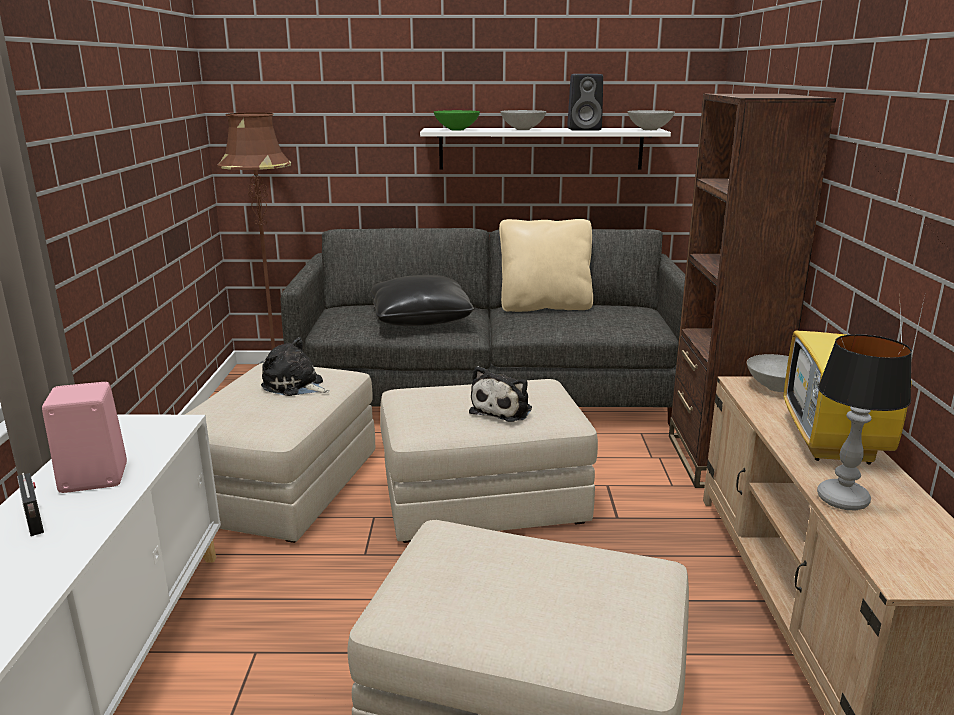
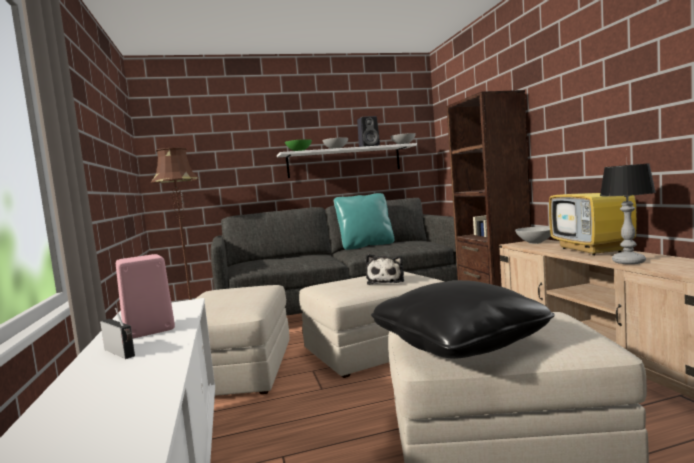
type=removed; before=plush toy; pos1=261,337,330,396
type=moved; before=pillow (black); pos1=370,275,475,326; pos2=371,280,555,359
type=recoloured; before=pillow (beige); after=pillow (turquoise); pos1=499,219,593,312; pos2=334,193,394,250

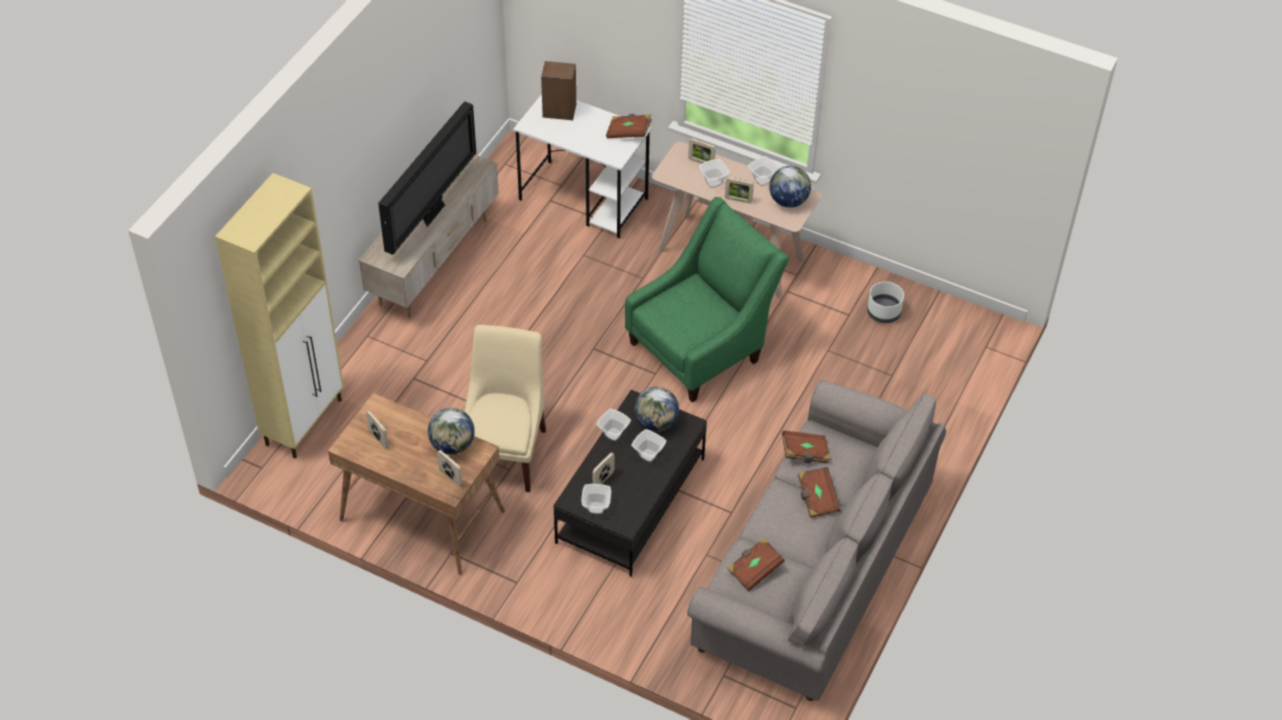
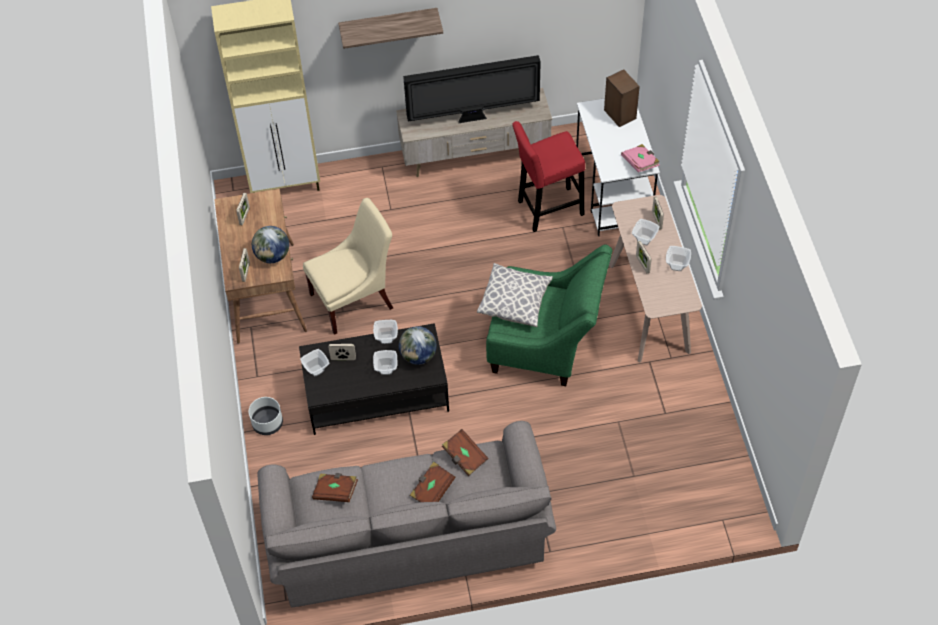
type=removed; before=globe; pos1=769,166,811,208
type=added; after=shelf; pos2=338,8,443,49
type=added; after=pillow; pos2=477,263,553,327
type=added; after=stool (red); pos2=512,121,585,232
type=moved; before=planter (white); pos1=867,282,904,323; pos2=249,397,283,435
type=recoloured; before=book (brown); after=book (pink); pos1=606,114,652,138; pos2=621,144,660,173

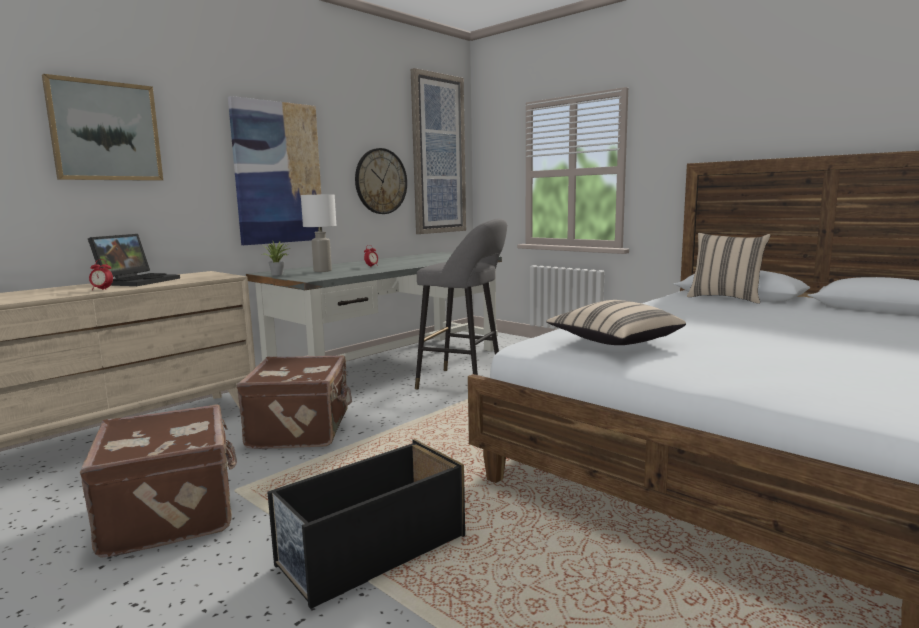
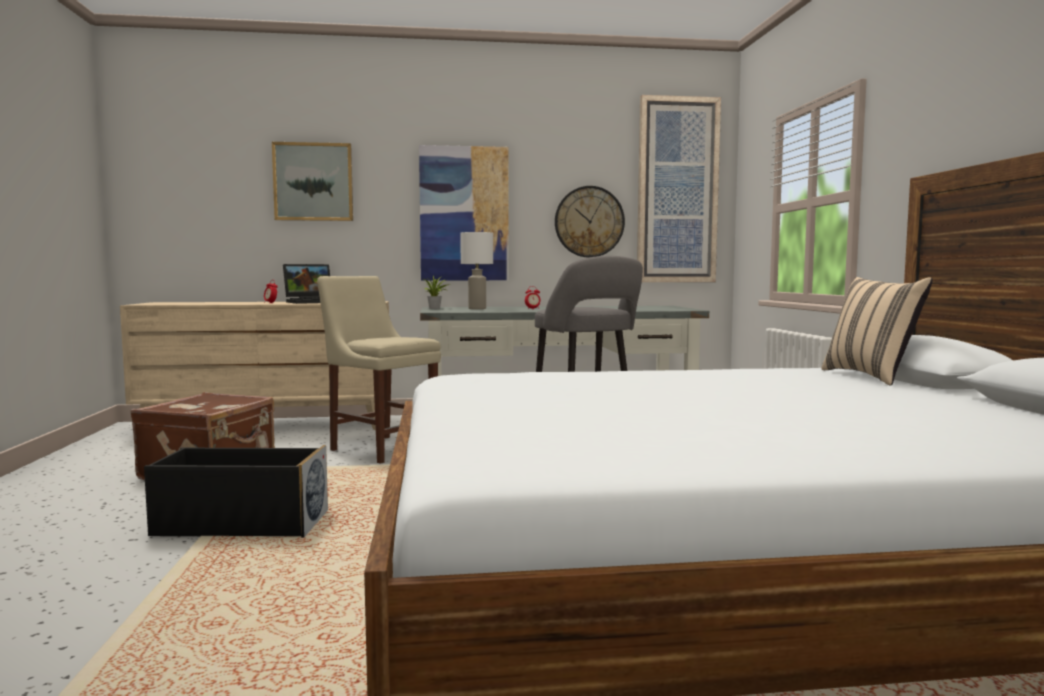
type=removed; before=pillow (beige); pos1=546,300,686,345
type=replaced; before=suitcase (brown); after=chair (beige); pos1=237,355,352,449; pos2=317,276,441,464

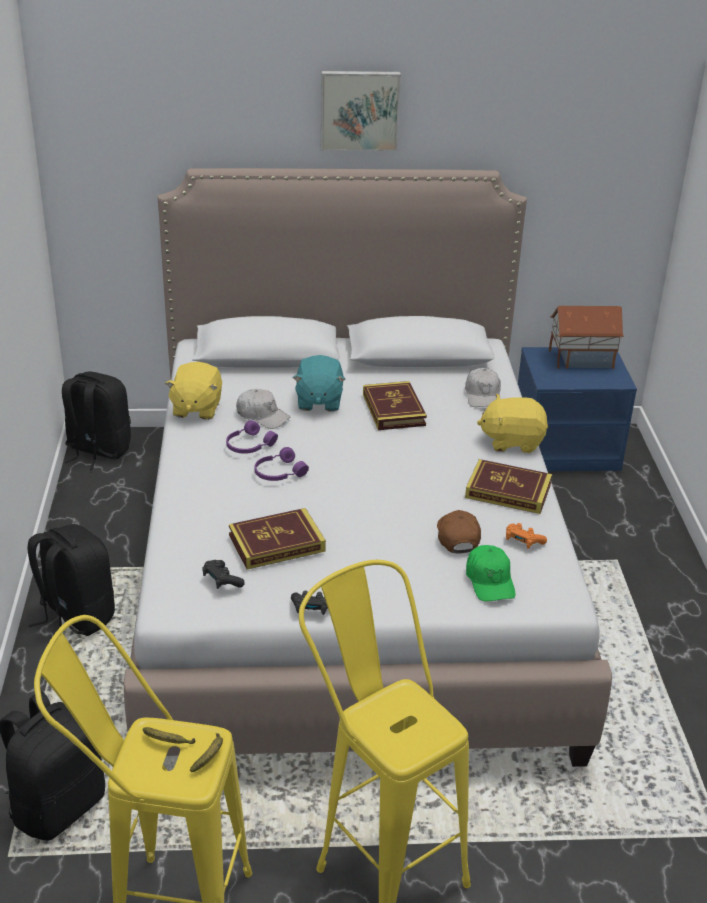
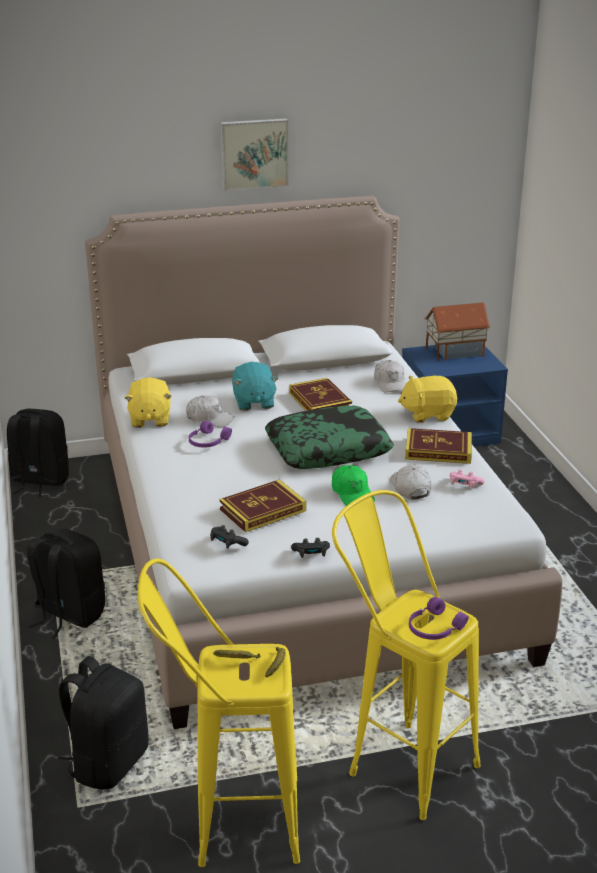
type=added; after=pillow; pos2=265,406,394,469
type=moved; before=headphones (purple); pos1=255,447,309,481; pos2=409,597,469,640
type=moved; before=cap (green); pos1=466,545,516,602; pos2=332,465,375,506
type=recoloured; before=cap (brown); after=cap (white); pos1=437,510,481,553; pos2=390,465,431,500
type=recoloured; before=game controller (orange); after=game controller (pink); pos1=506,523,547,549; pos2=450,469,484,489

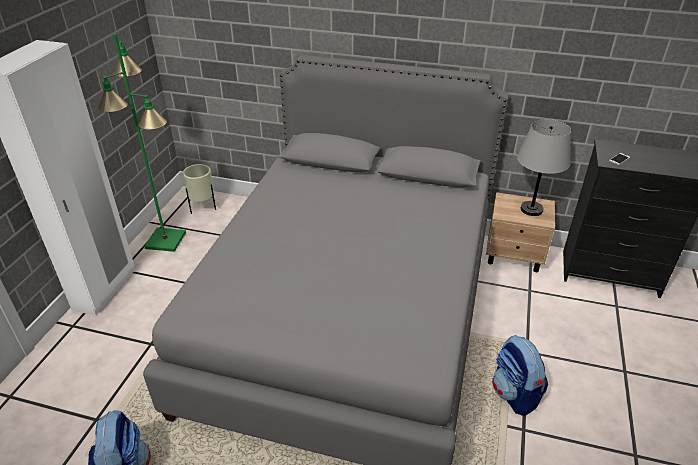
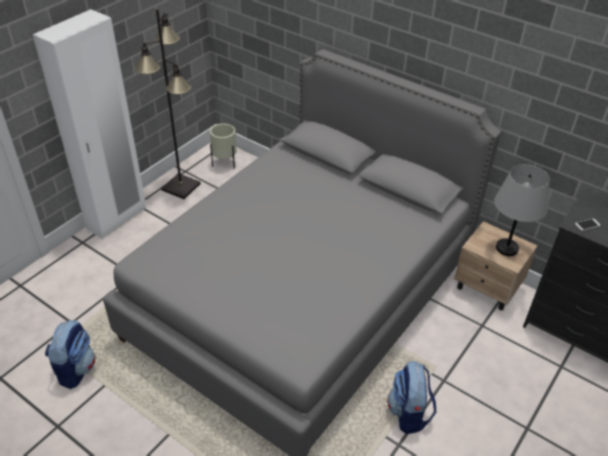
type=recoloured; before=floor lamp (green); after=floor lamp (black); pos1=98,34,186,252; pos2=135,9,201,199

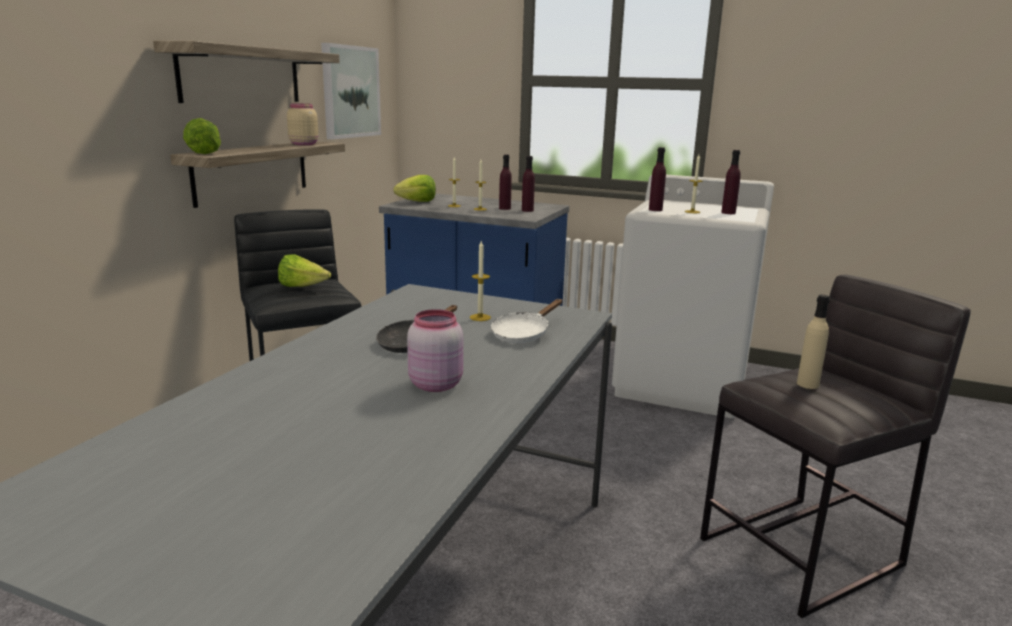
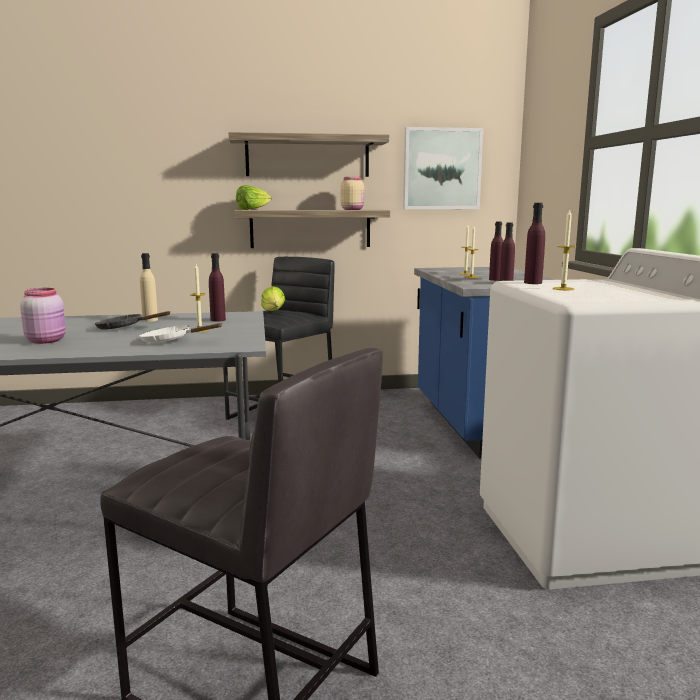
type=removed; before=lettuce; pos1=393,175,436,202
type=moved; before=bottle (purple); pos1=721,150,741,214; pos2=209,253,226,322
type=moved; before=bottle (beige); pos1=797,295,830,389; pos2=140,253,158,322

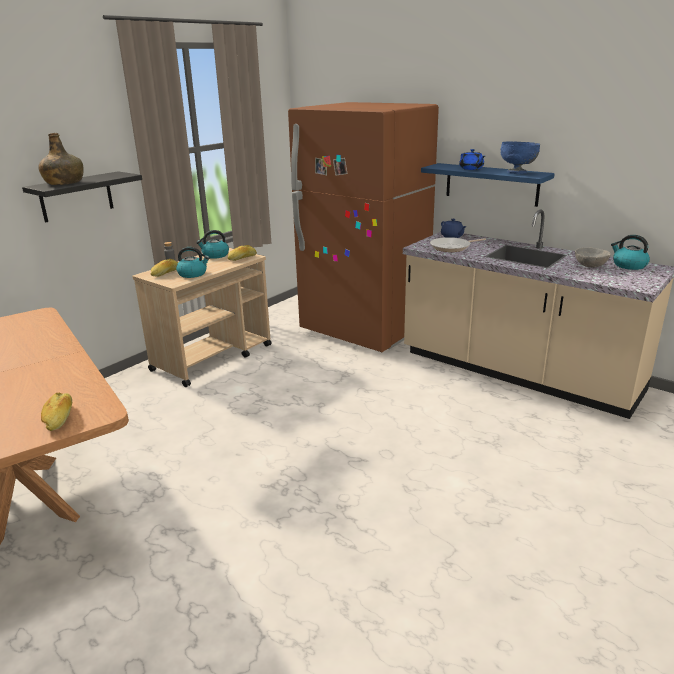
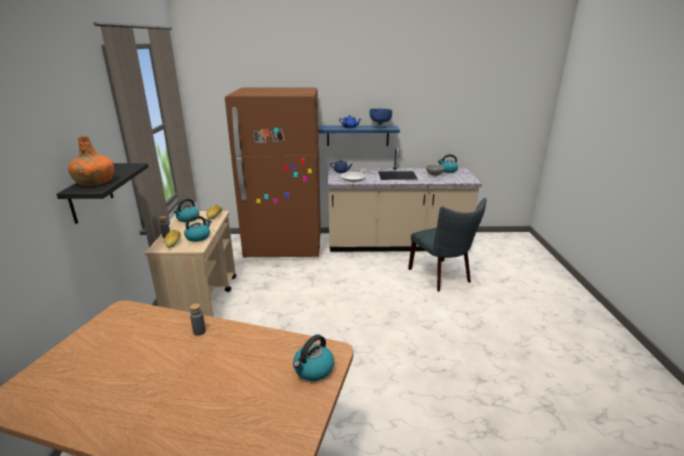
type=added; after=bottle (grey); pos2=190,303,206,336
type=added; after=chair (grey); pos2=408,198,486,292
type=replaced; before=bread; after=kettle; pos1=41,393,72,431; pos2=293,334,334,381
type=recoloured; before=bottle (green); after=bottle (orange); pos1=38,133,84,185; pos2=68,136,114,186

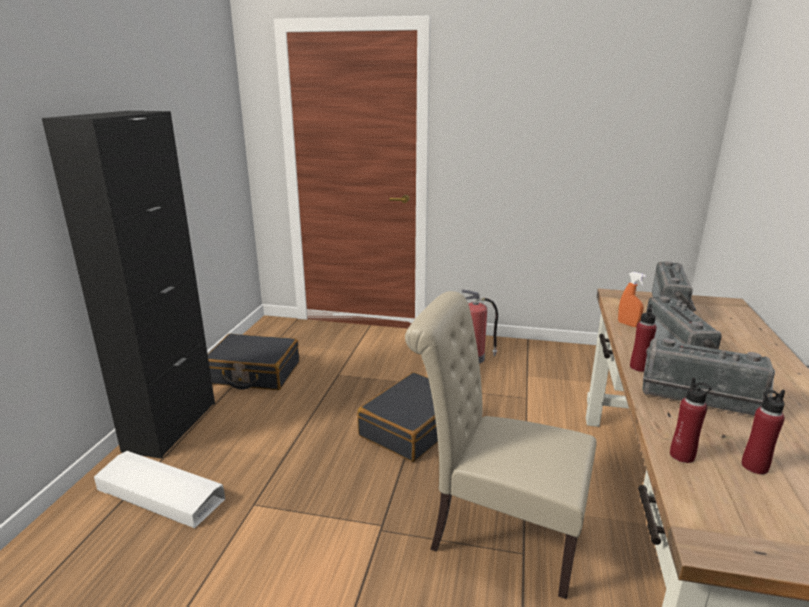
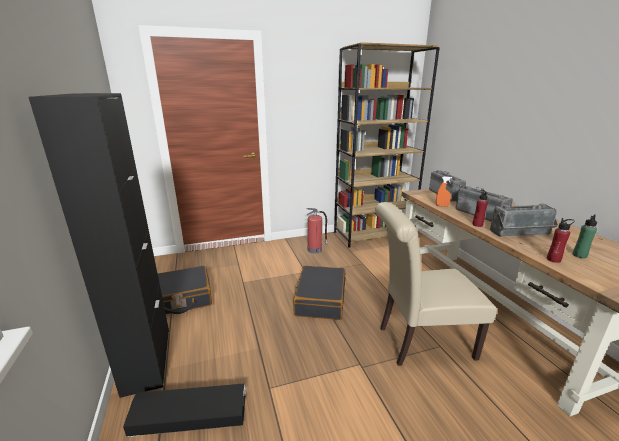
type=added; after=bookcase (brown); pos2=334,42,440,248
type=recoloured; before=storage box (white); after=storage box (black); pos1=94,451,225,528; pos2=123,383,246,437
type=recoloured; before=bottle (red); after=bottle (green); pos1=741,390,785,474; pos2=573,215,597,259

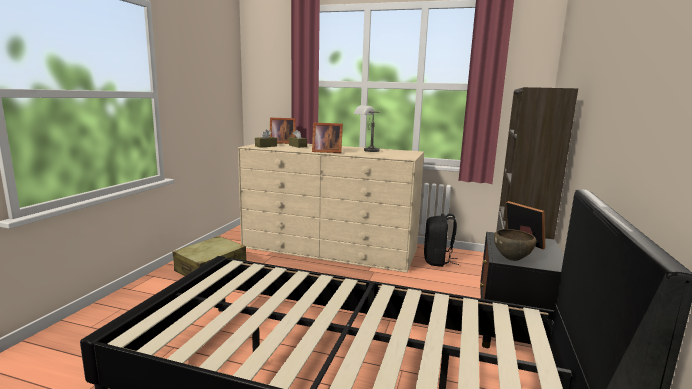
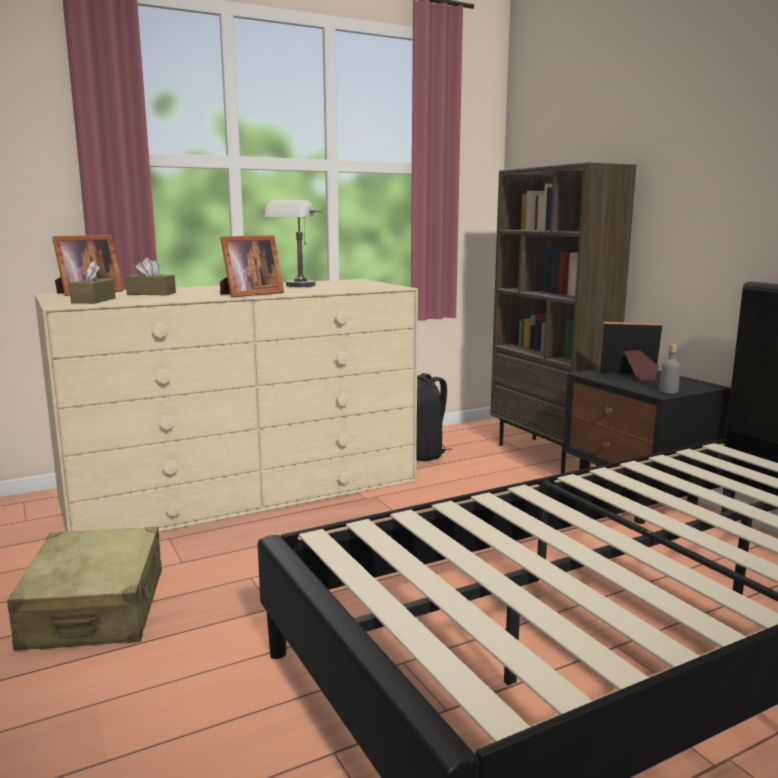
type=replaced; before=bowl (brown); after=bottle (grey); pos1=494,229,537,261; pos2=659,344,681,393

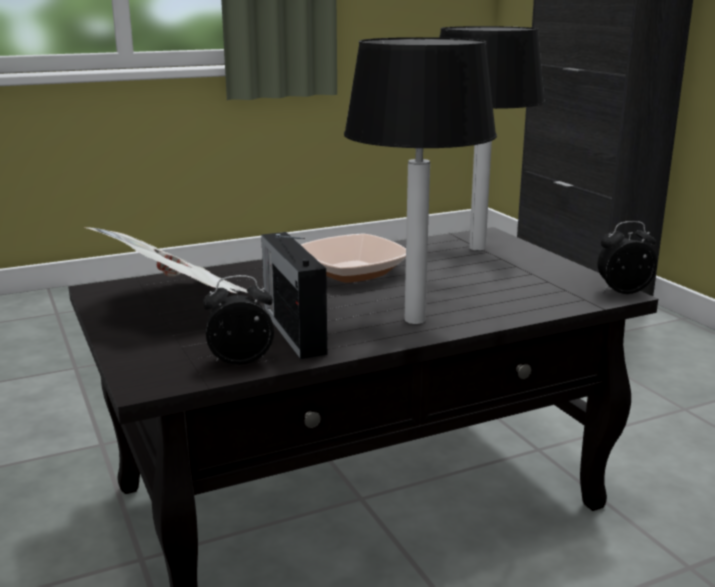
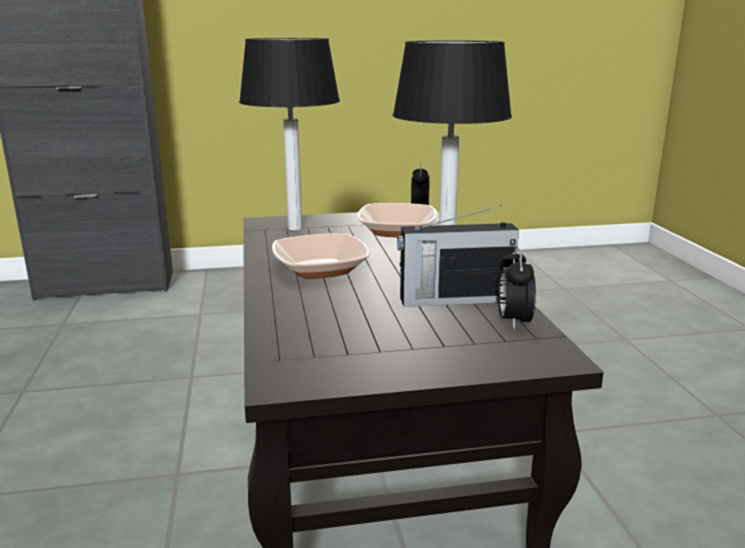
type=removed; before=newspaper; pos1=83,227,248,293
type=added; after=bowl; pos2=358,203,437,238

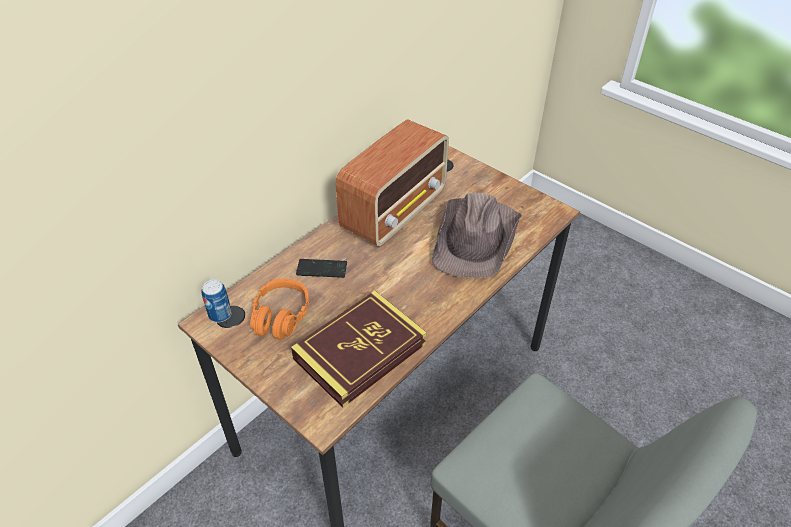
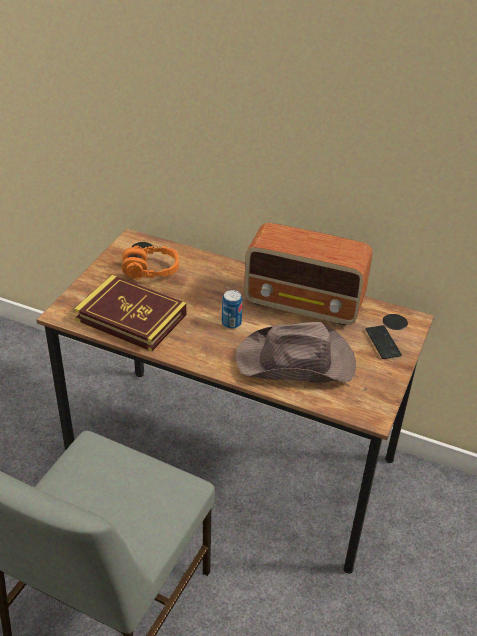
type=moved; before=can; pos1=201,279,232,322; pos2=222,290,243,329
type=moved; before=phone; pos1=296,259,347,278; pos2=366,325,402,359

